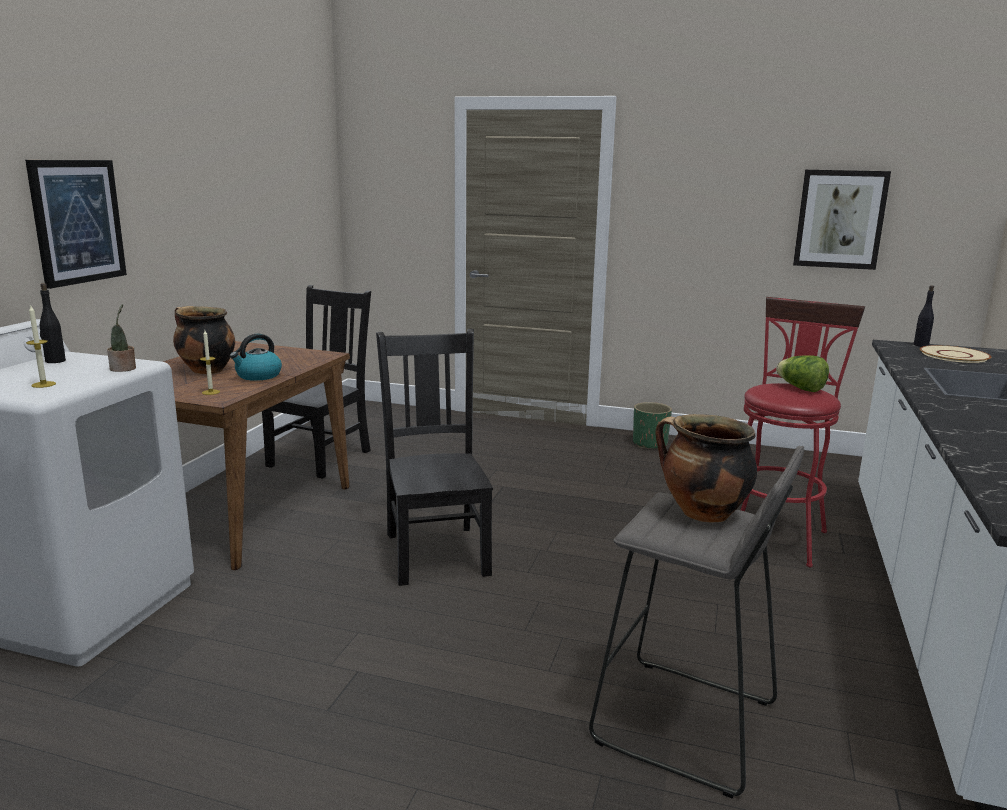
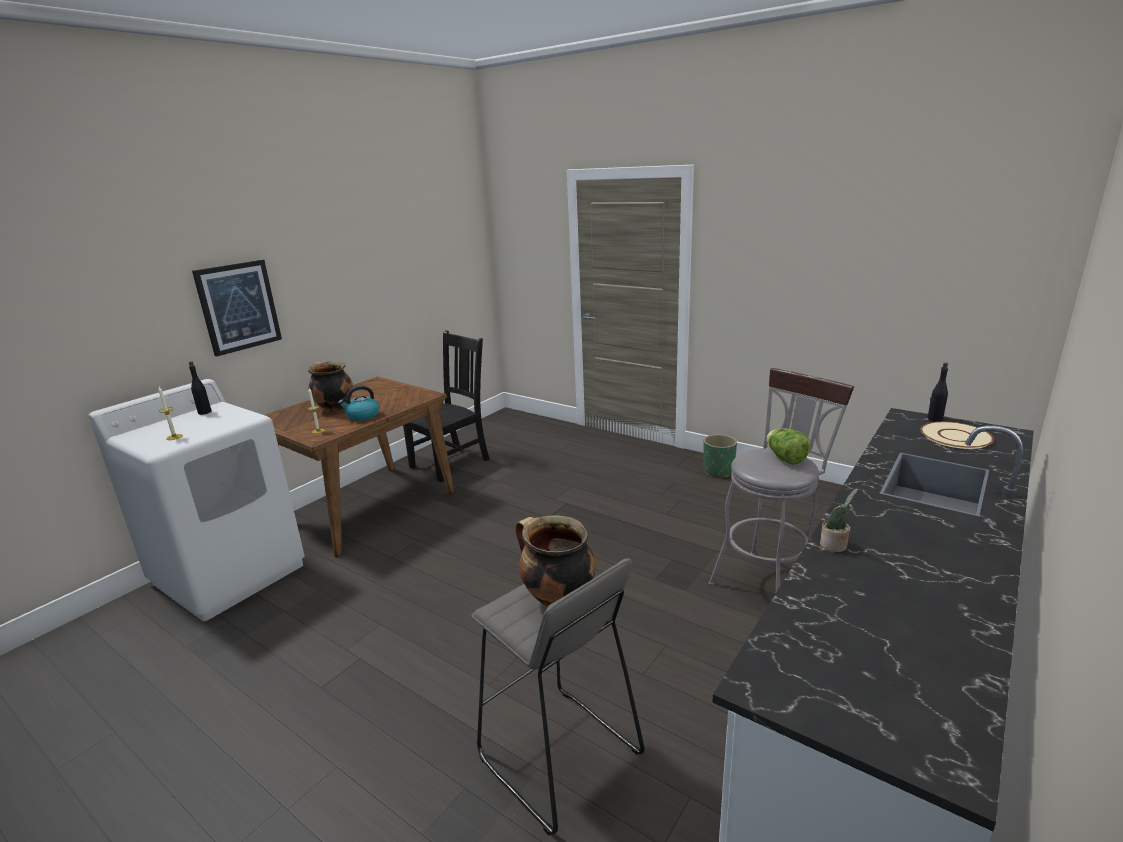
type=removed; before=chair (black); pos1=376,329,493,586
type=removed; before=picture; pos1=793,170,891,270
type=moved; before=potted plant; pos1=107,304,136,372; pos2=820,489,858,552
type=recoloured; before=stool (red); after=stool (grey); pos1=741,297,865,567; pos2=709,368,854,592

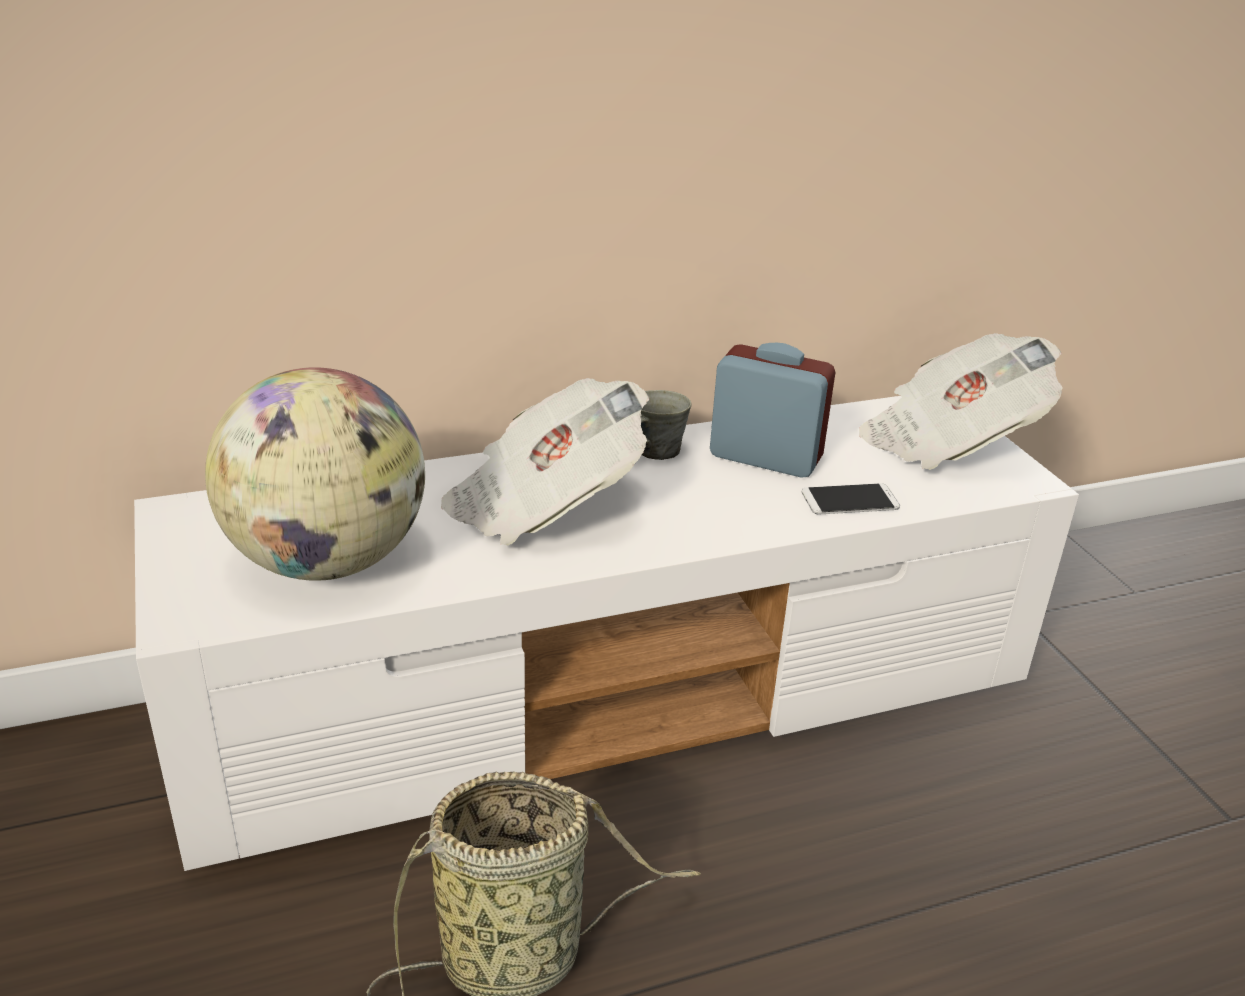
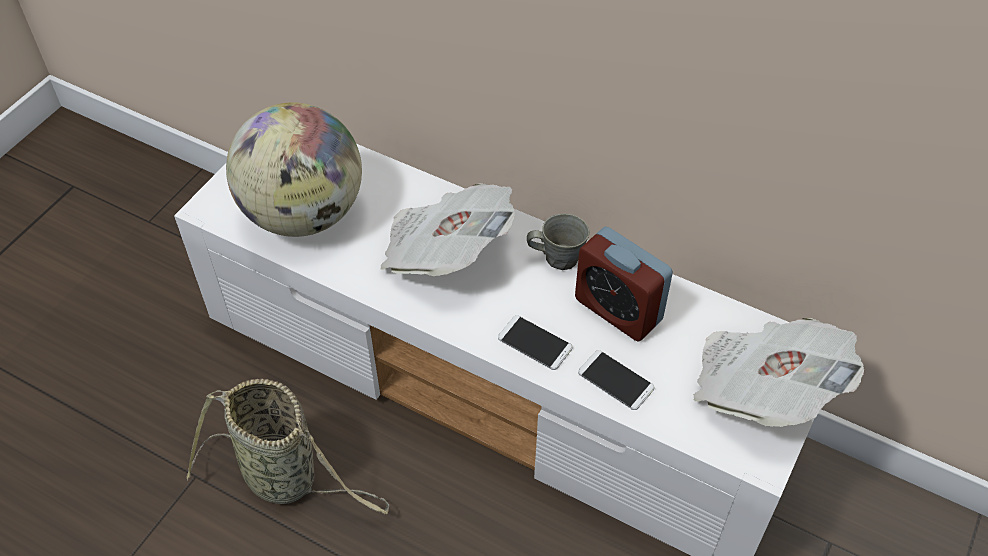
type=added; after=phone; pos2=498,316,572,370
type=turned; before=alarm clock; pos1=710,343,836,478; pos2=575,227,673,342; turn=150

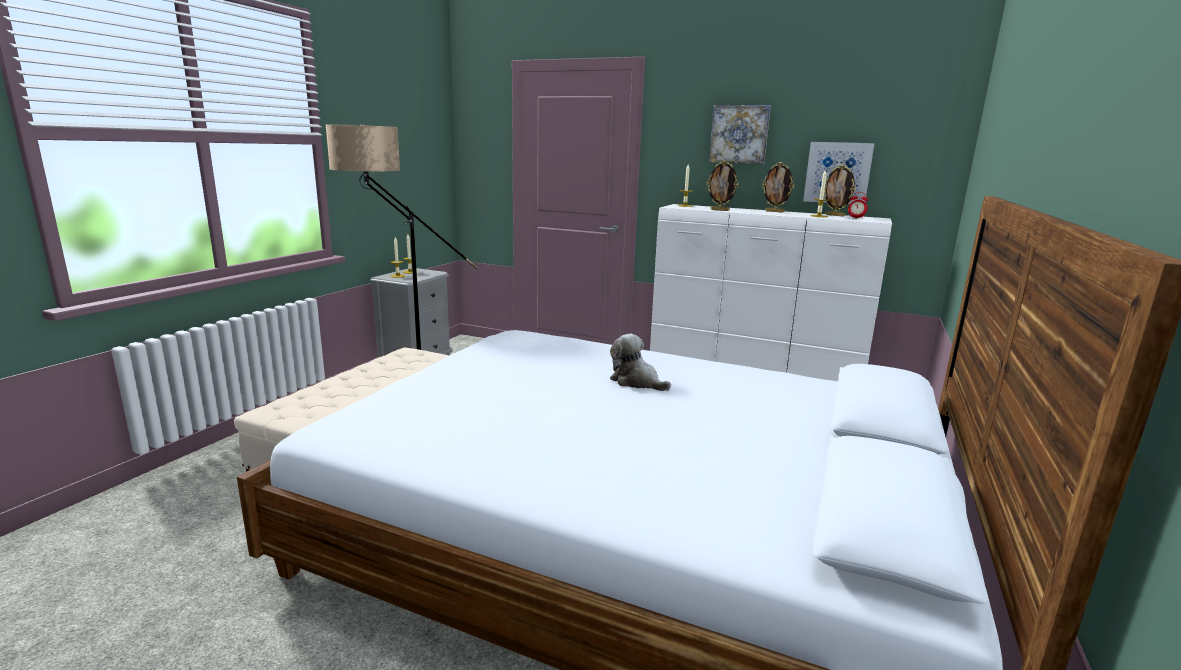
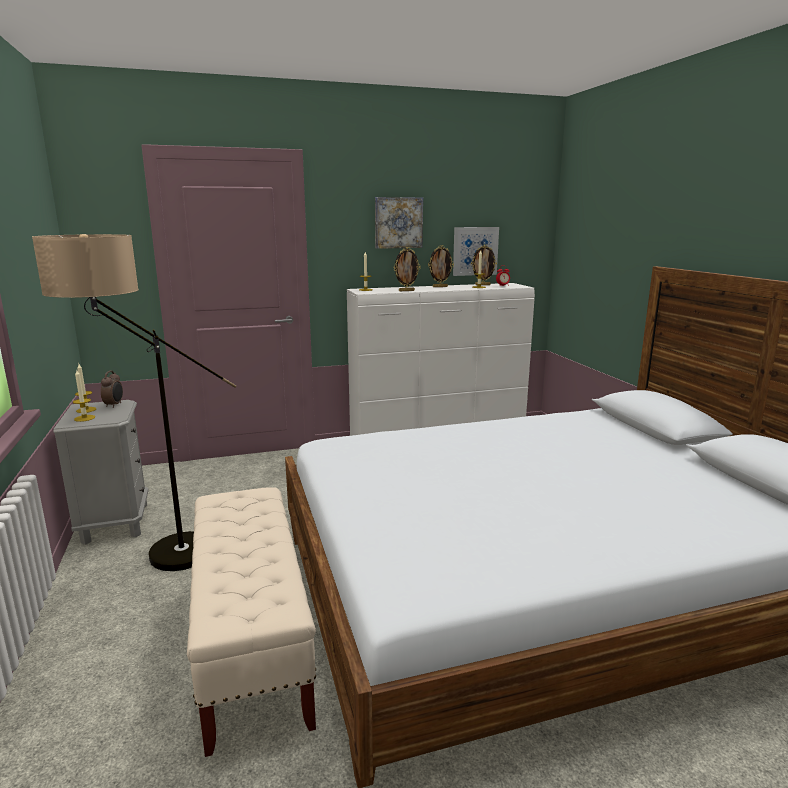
type=removed; before=plush toy; pos1=610,334,671,391
type=added; after=alarm clock; pos2=101,371,123,408

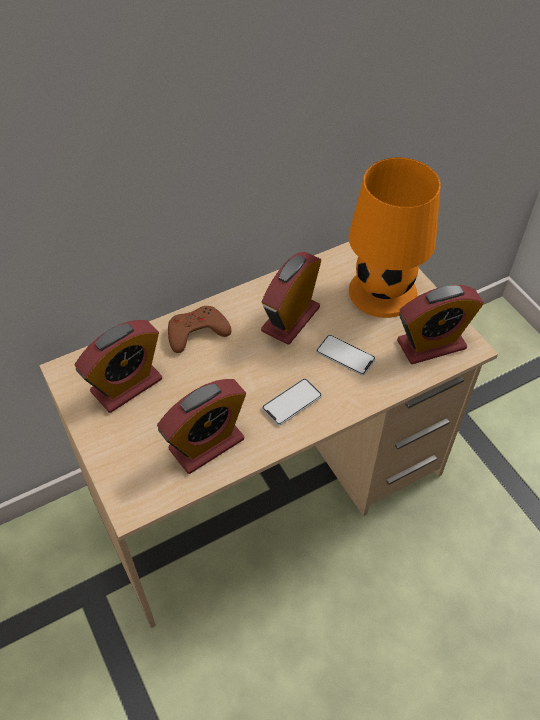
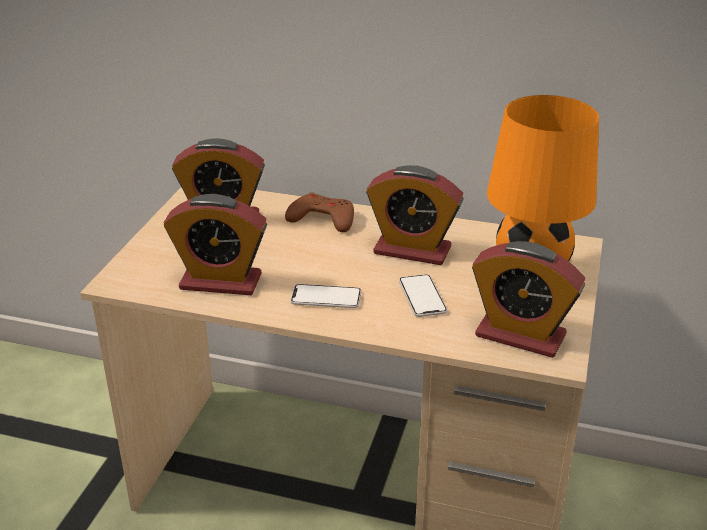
type=turned; before=alarm clock; pos1=261,252,321,345; pos2=366,165,464,265; turn=-150

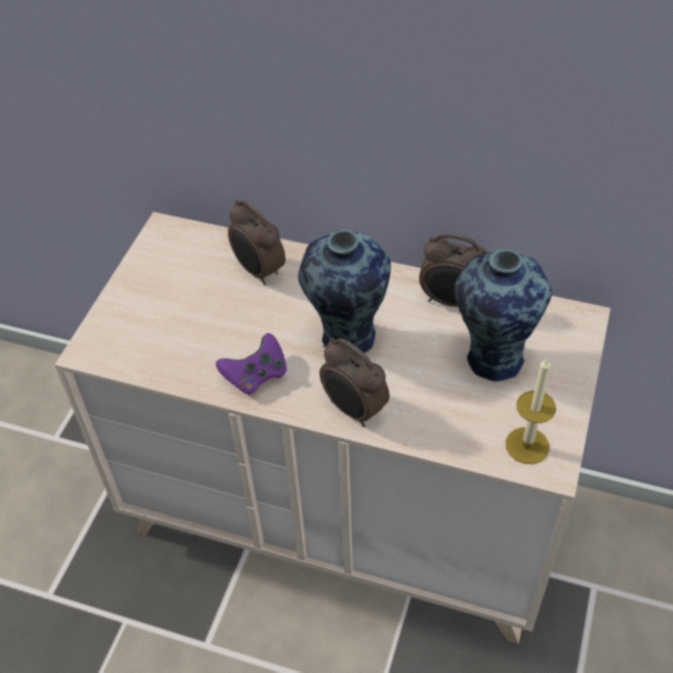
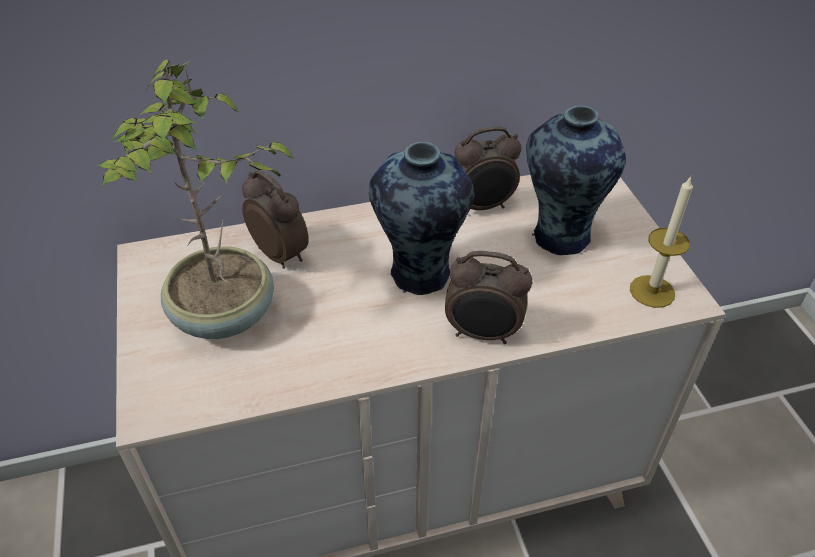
type=removed; before=game controller (purple); pos1=216,333,287,395
type=added; after=potted plant; pos2=97,60,296,339
type=turned; before=alarm clock; pos1=228,200,285,285; pos2=242,170,309,269; turn=-150

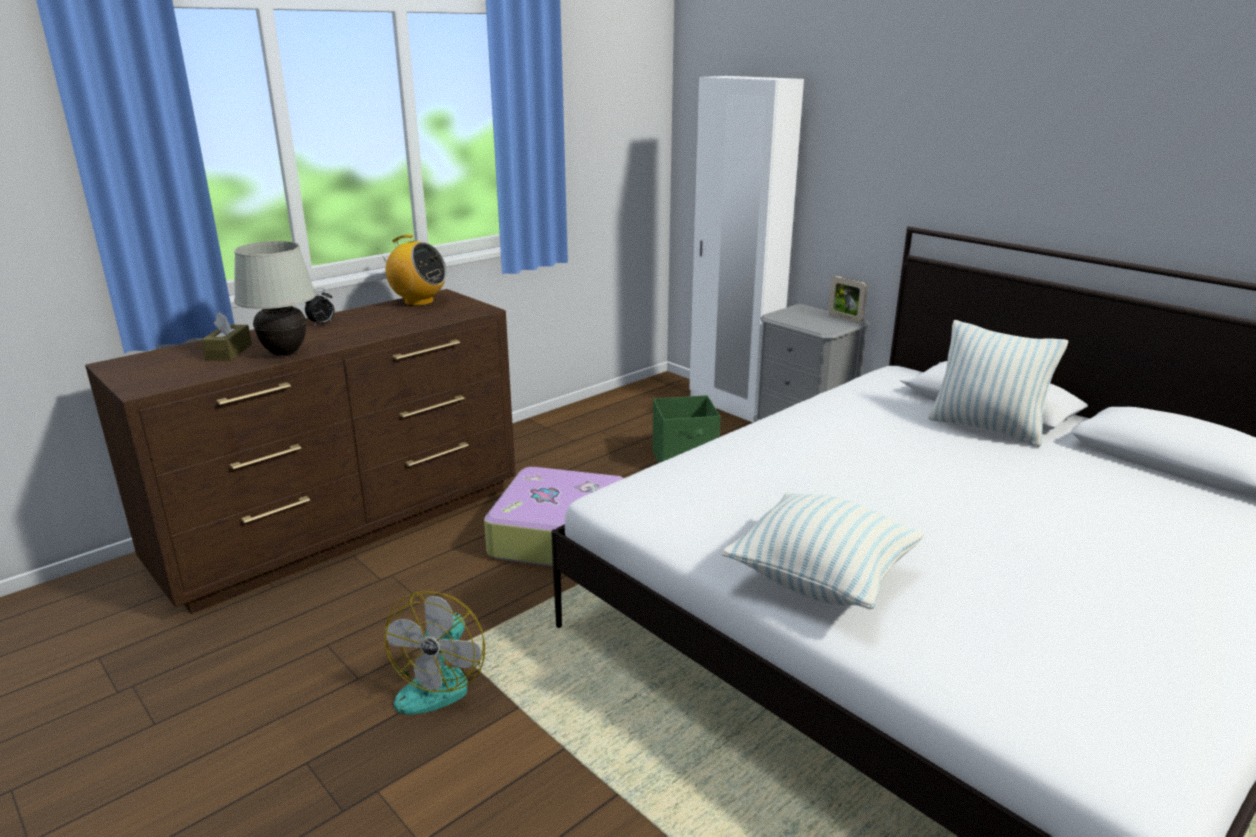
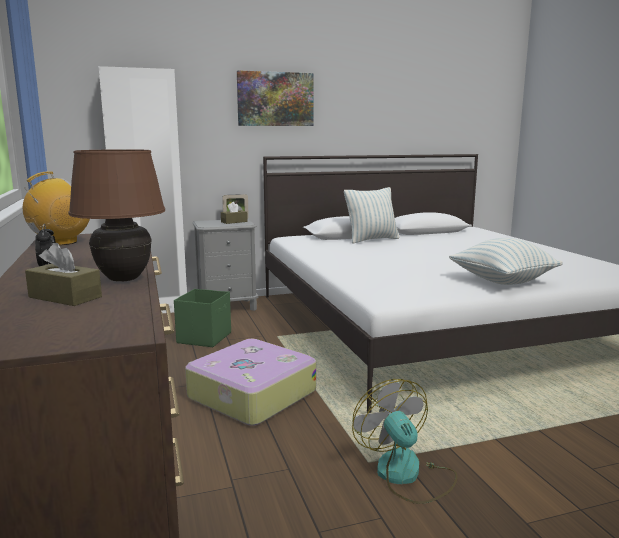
type=added; after=tissue box (brown); pos2=221,202,248,224
type=added; after=picture; pos2=237,70,314,126
type=recoloured; before=table lamp (white); after=table lamp (brown); pos1=234,241,316,356; pos2=69,149,165,282
type=turned; before=fan; pos1=385,591,485,715; pos2=352,379,458,504; turn=-150

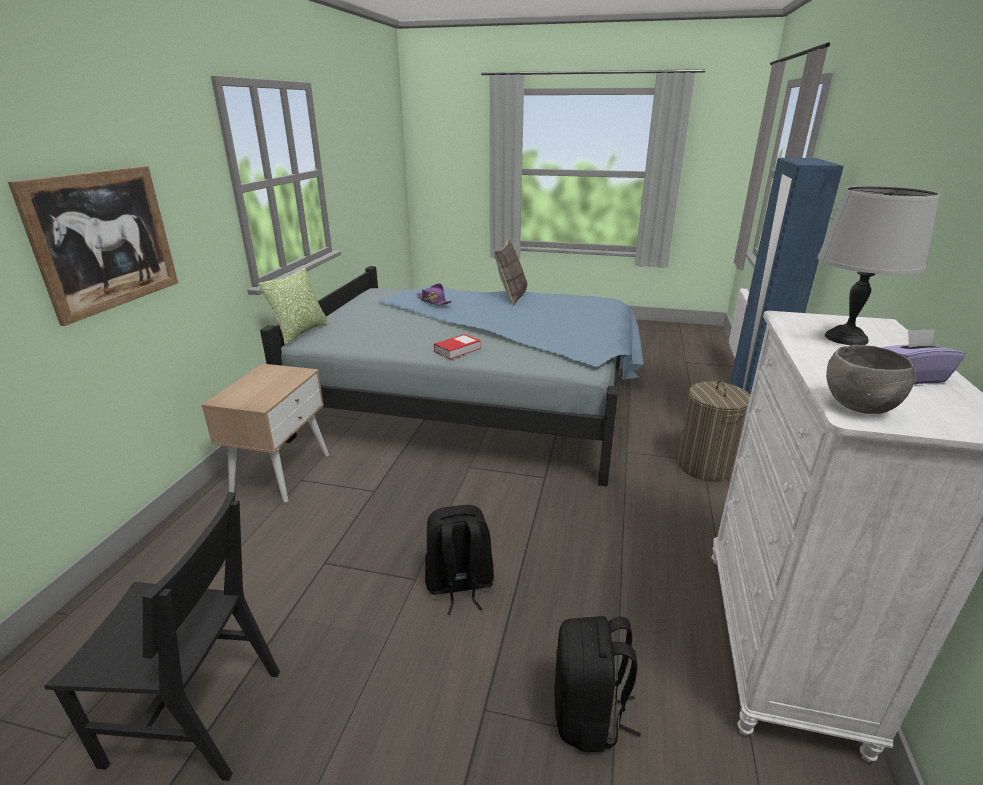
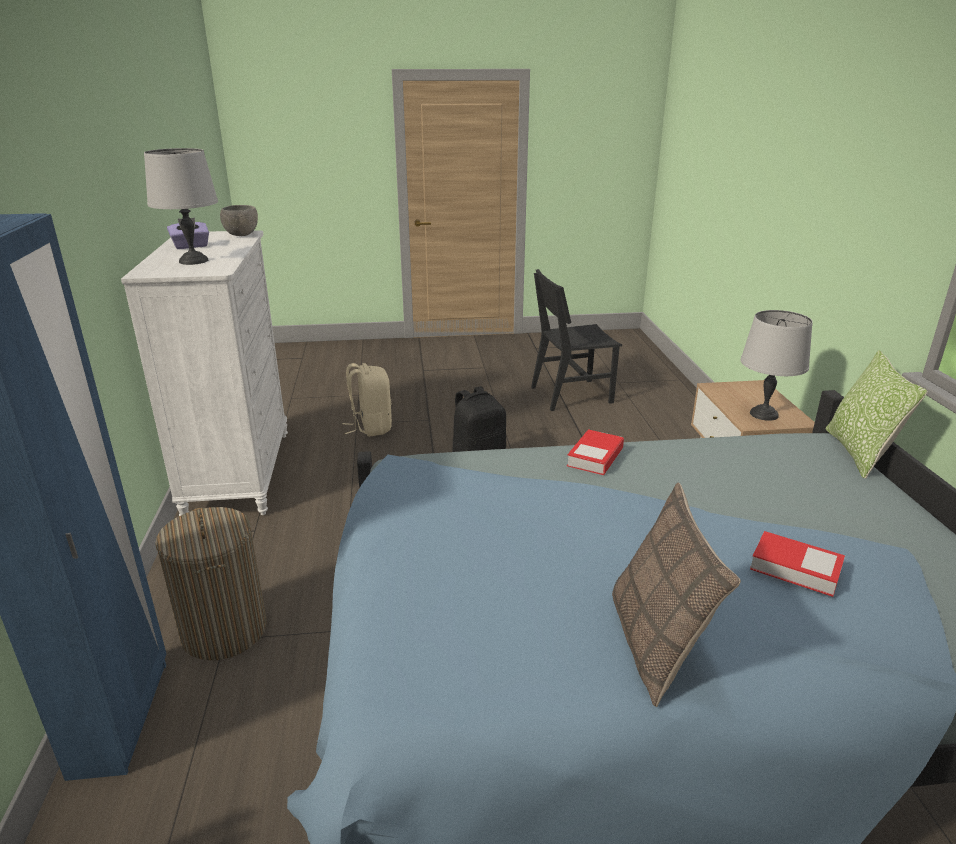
type=removed; before=picture; pos1=8,166,178,326
type=added; after=table lamp (grey); pos2=740,310,813,421
type=replaced; before=hat (purple); after=book; pos1=417,283,452,305; pos2=750,531,845,597
type=recoloured; before=backpack (black); after=backpack (beige); pos1=554,616,641,752; pos2=343,363,392,437

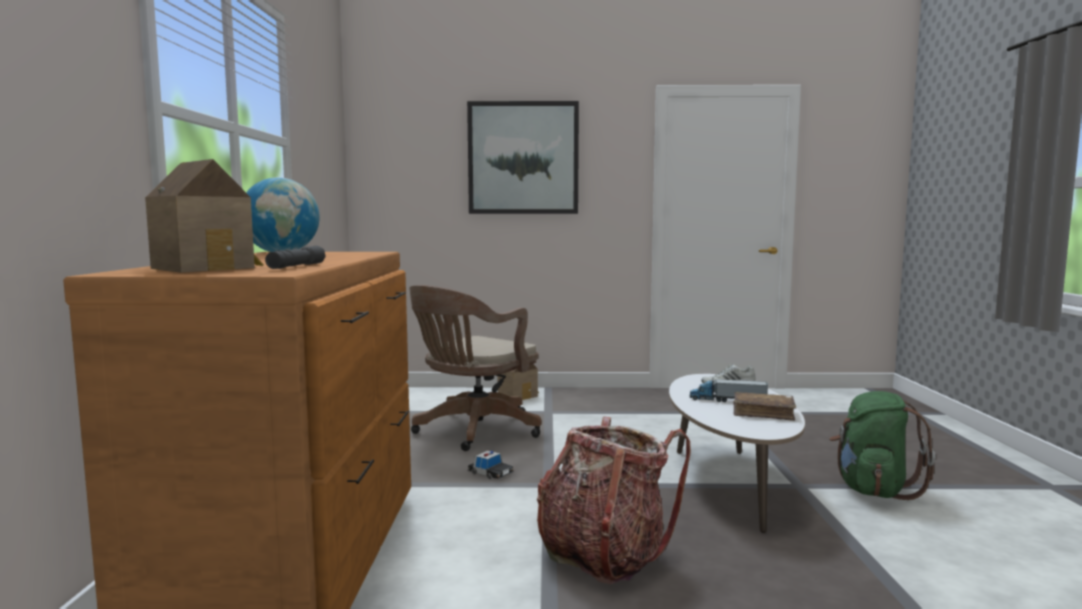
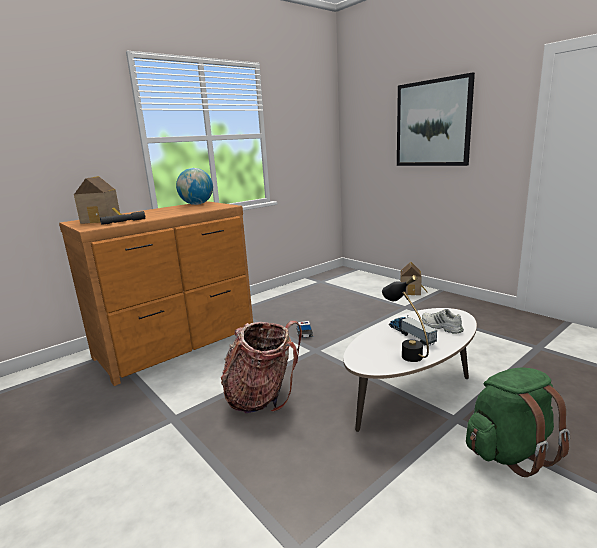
type=removed; before=office chair (brown); pos1=409,285,542,451
type=replaced; before=book (brown); after=table lamp (black); pos1=733,392,796,421; pos2=382,275,429,362

